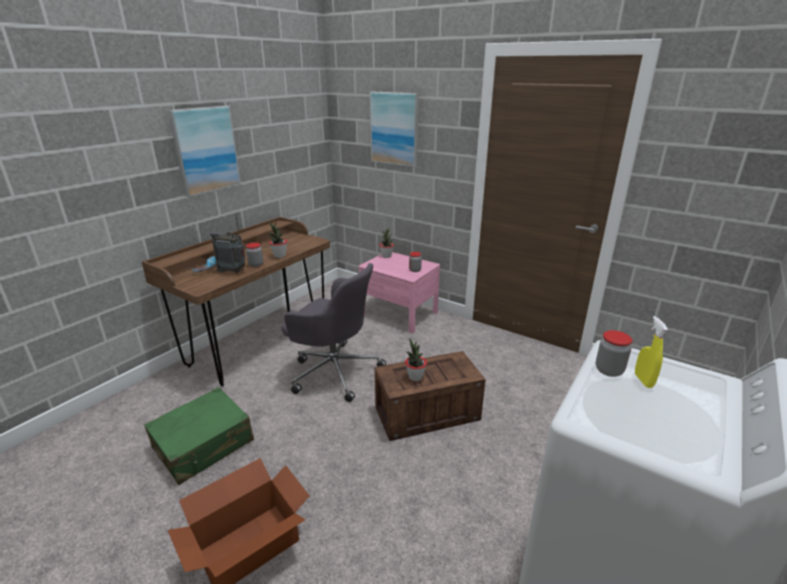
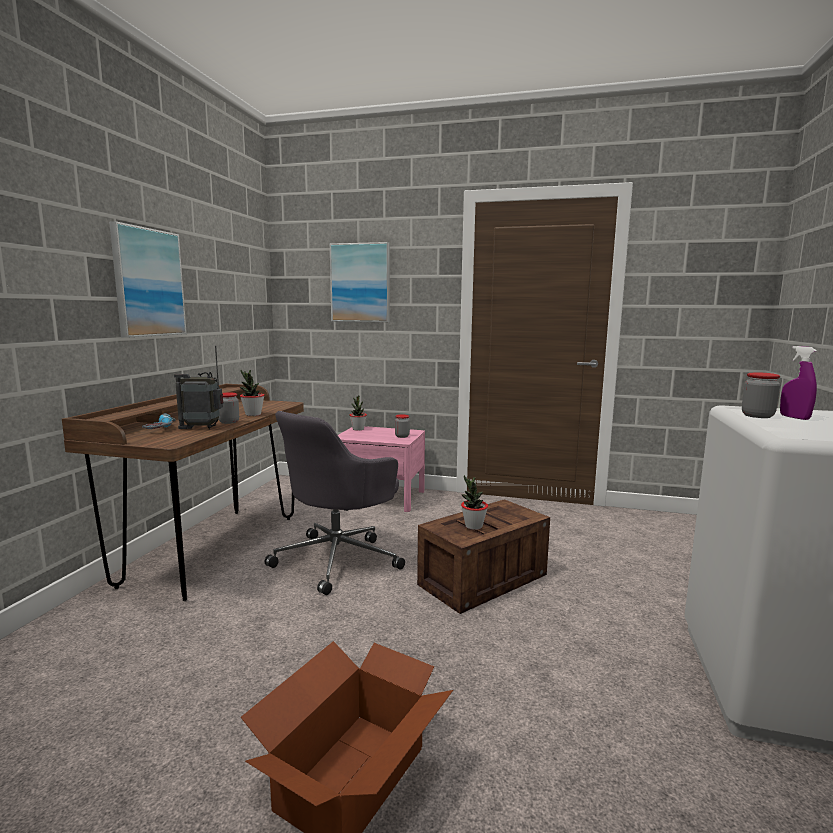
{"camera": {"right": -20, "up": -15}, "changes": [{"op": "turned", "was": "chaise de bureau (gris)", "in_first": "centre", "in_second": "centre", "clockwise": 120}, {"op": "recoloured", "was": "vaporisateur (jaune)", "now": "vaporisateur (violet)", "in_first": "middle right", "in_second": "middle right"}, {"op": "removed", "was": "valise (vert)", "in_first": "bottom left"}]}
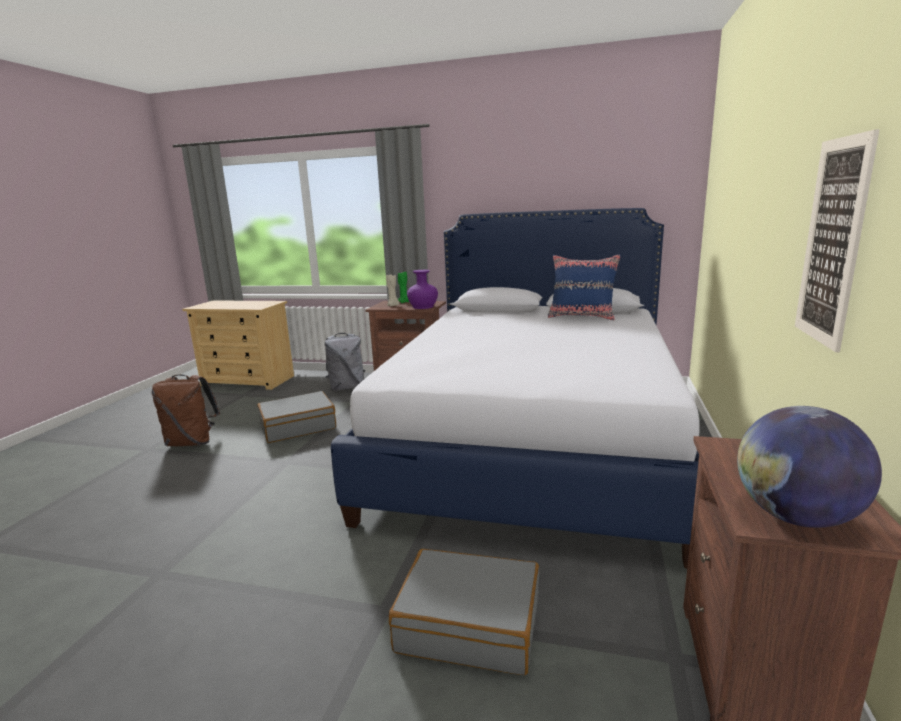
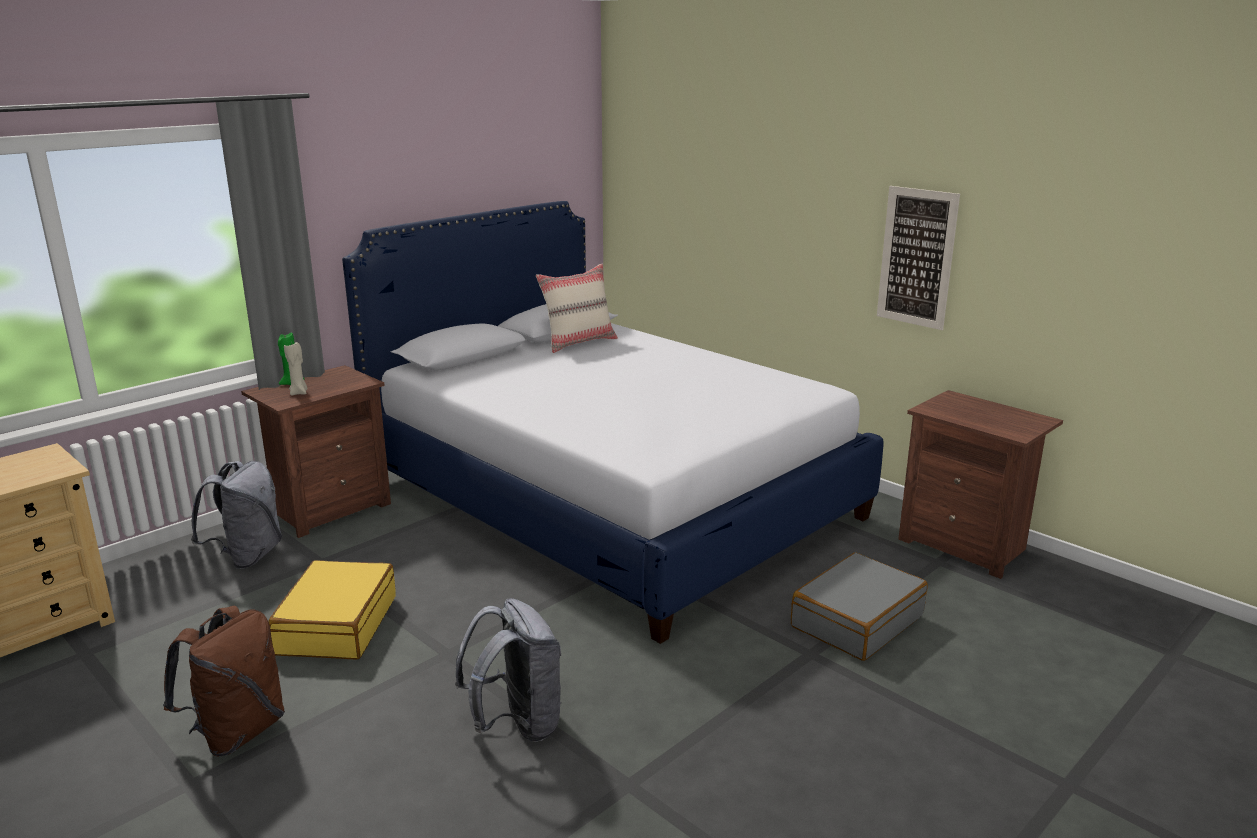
{"camera": {"right": -60, "up": 5}, "changes": [{"op": "recoloured", "was": "valise (gris) (1st from left)", "now": "valise (jaune)", "in_first": "middle left", "in_second": "bottom left"}, {"op": "added", "now": "sac à dos (gris) (2nd from left)", "in_second": "bottom centre"}, {"op": "recoloured", "was": "coussin (bleu)", "now": "coussin (beige)", "in_first": "centre", "in_second": "centre"}, {"op": "removed", "was": "vase (violet)", "in_first": "centre"}, {"op": "removed", "was": "globe", "in_first": "middle right"}]}
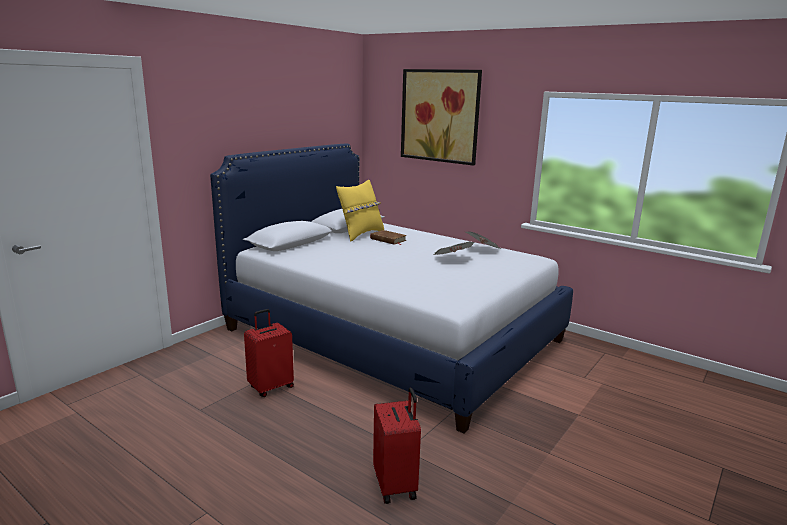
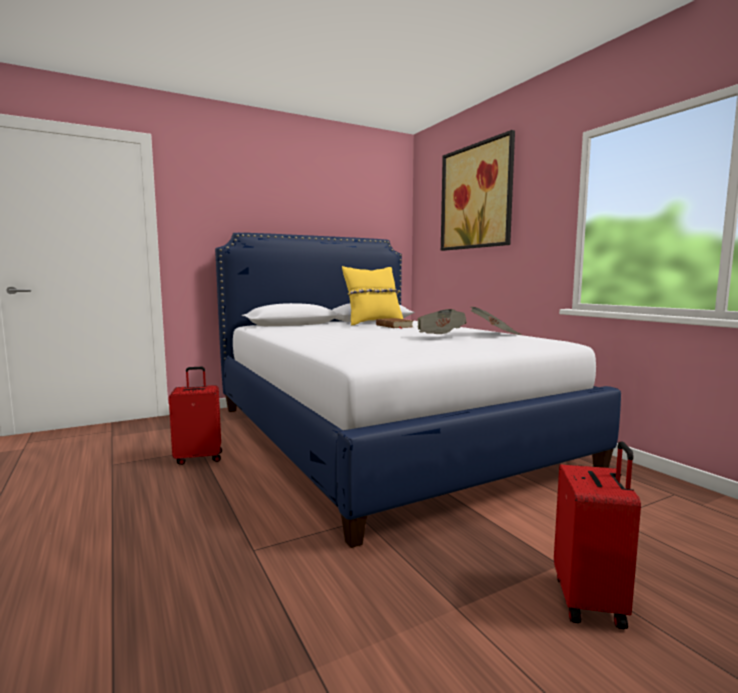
{"camera": {"right": 25, "up": -10}, "changes": [{"op": "moved", "was": "valise (rouge) (2nd from left)", "in_first": "bottom centre", "in_second": "bottom right"}]}
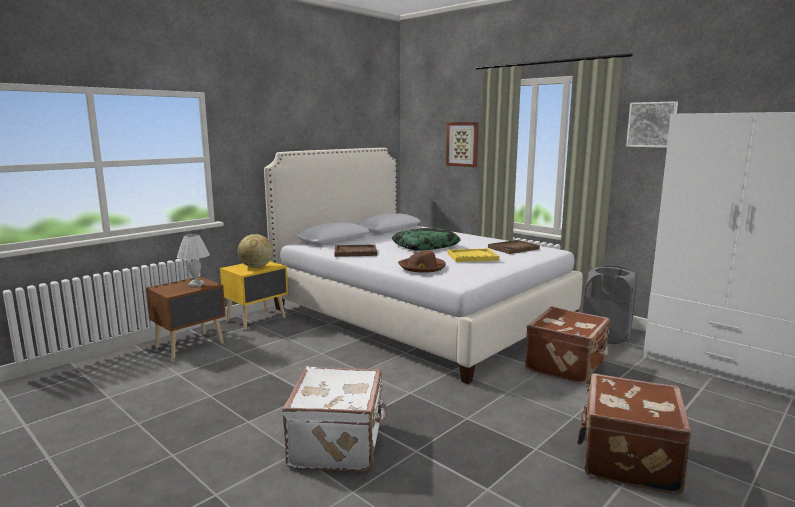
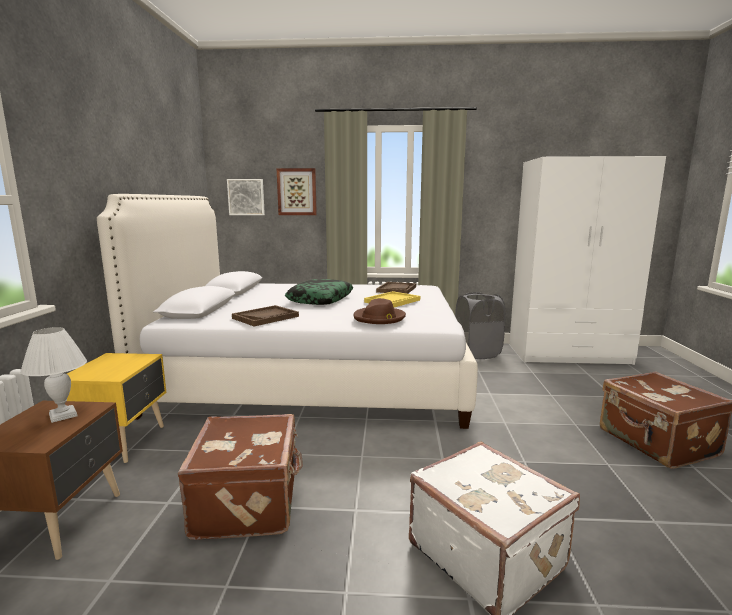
{"camera": {"right": -40, "up": 0}, "changes": [{"op": "moved", "was": "valise (marron) (1st from left)", "in_first": "bottom right", "in_second": "bottom left"}, {"op": "moved", "was": "tableau (2nd from left in the first image)", "now": "tableau (1st from left)", "in_first": "top right", "in_second": "top centre"}, {"op": "removed", "was": "globe", "in_first": "middle left"}]}
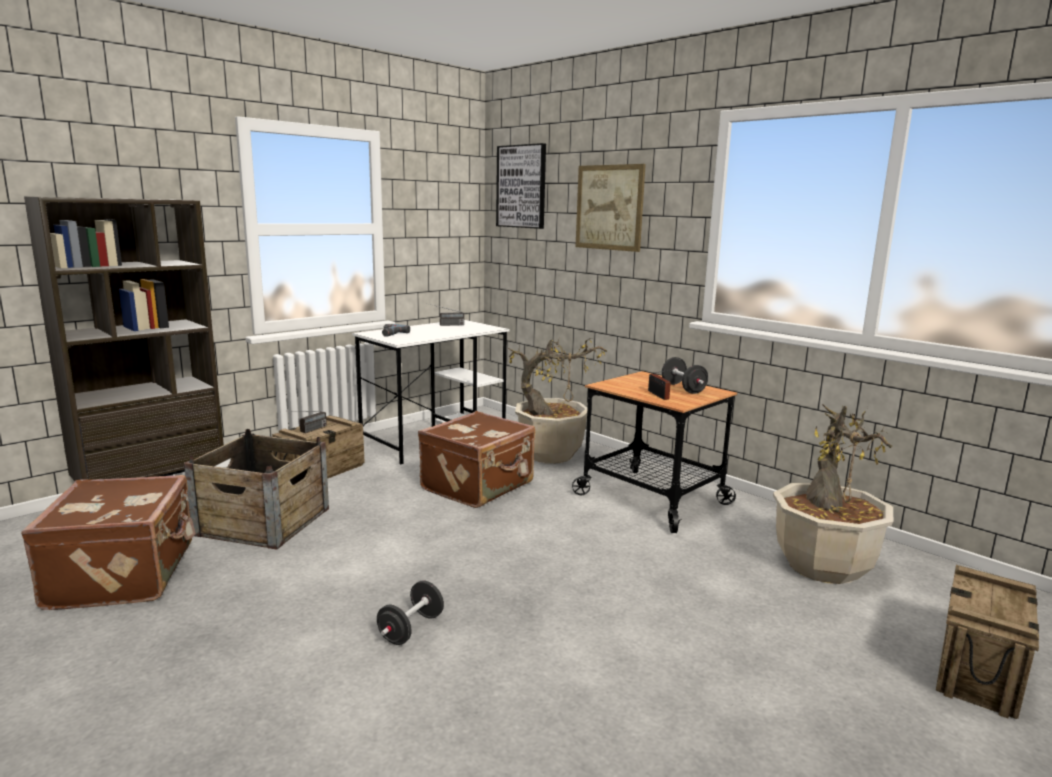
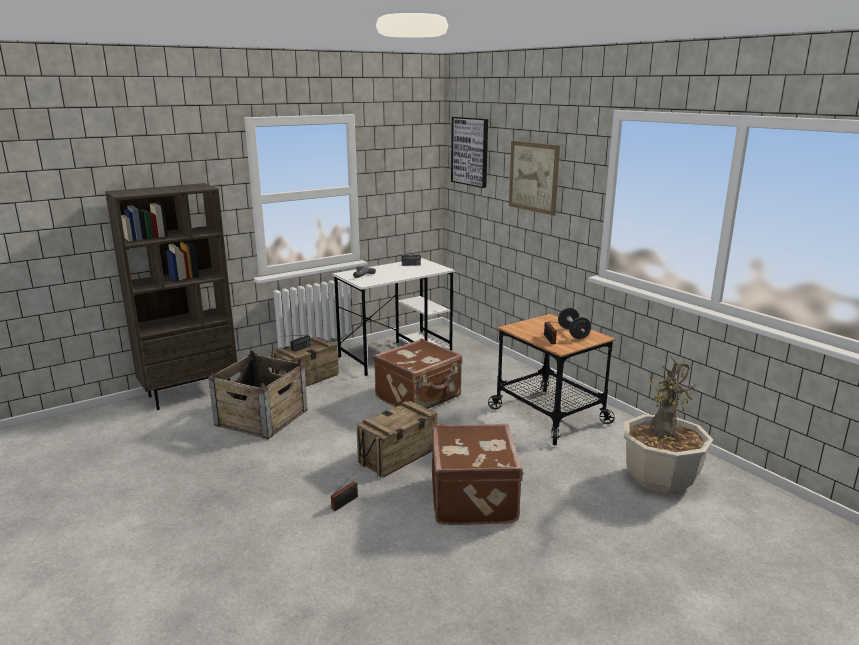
{"camera": {"right": 10, "up": 5}, "changes": [{"op": "replaced", "was": "haltère (noir) (1st from left)", "now": "radio (2nd from left)", "in_first": "bottom centre", "in_second": "bottom centre"}, {"op": "moved", "was": "caisse (3rd from left)", "in_first": "bottom right", "in_second": "bottom centre"}, {"op": "moved", "was": "valise (marron) (1st from left in the first image)", "now": "valise (marron) (2nd from left)", "in_first": "bottom left", "in_second": "bottom centre"}, {"op": "removed", "was": "plante en pot (1st from left)", "in_first": "centre"}]}
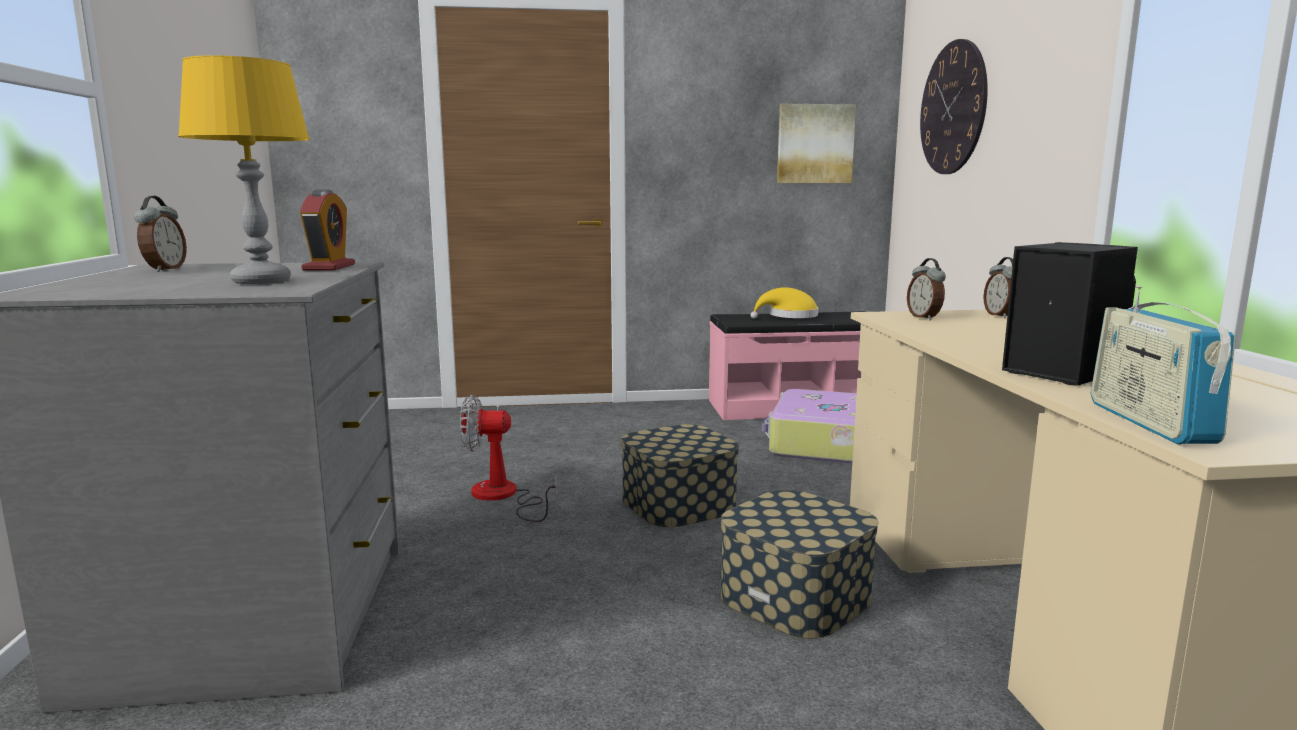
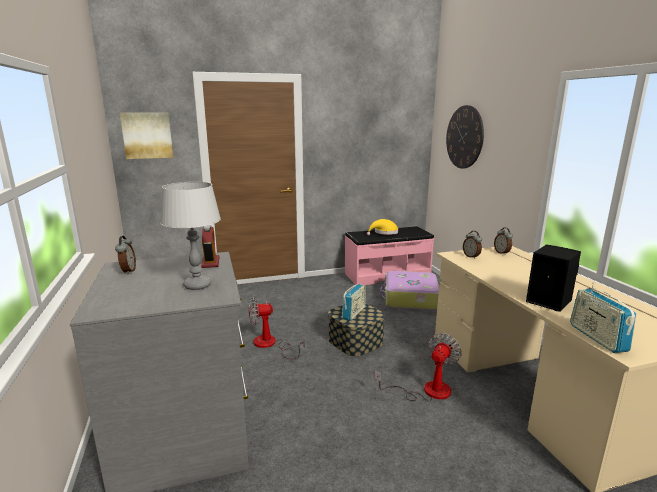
{"camera": {"right": -10, "up": 5}, "changes": [{"op": "moved", "was": "tableau", "in_first": "top centre", "in_second": "top left"}, {"op": "recoloured", "was": "lampe de table (jaune)", "now": "lampe de table (gris)", "in_first": "top left", "in_second": "middle left"}, {"op": "added", "now": "radio (1st from left)", "in_second": "centre"}, {"op": "replaced", "was": "boîte de rangement (2nd from left)", "now": "ventilateur (2nd from left)", "in_first": "bottom centre", "in_second": "bottom centre"}]}
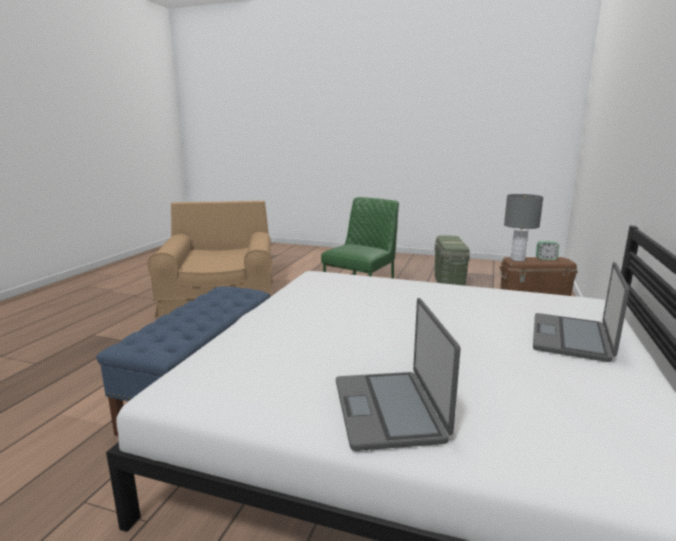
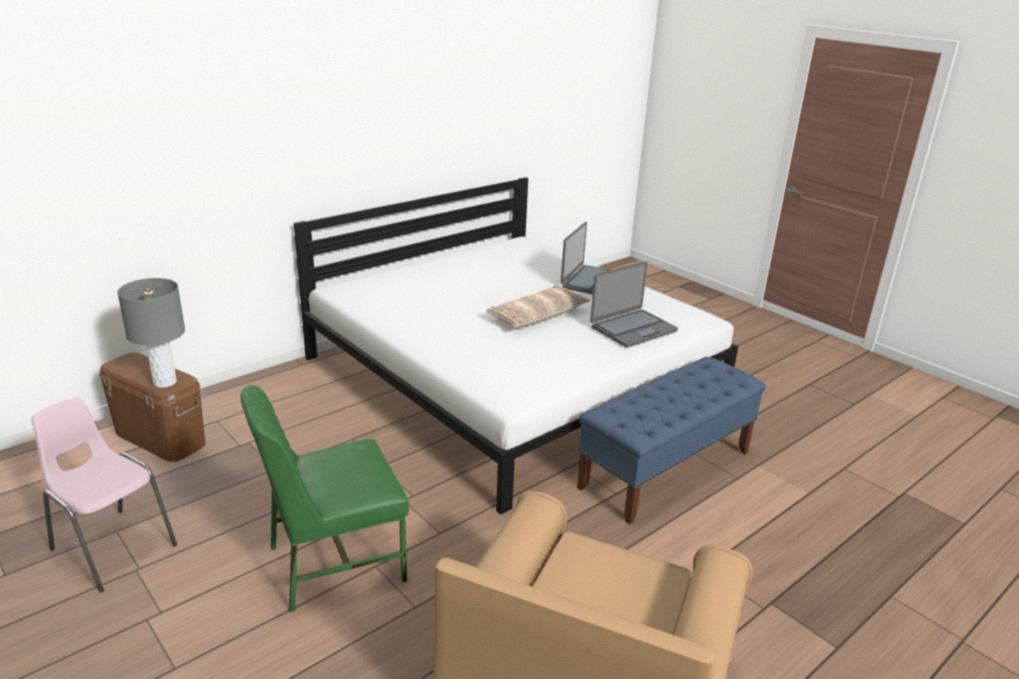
{"camera": {"right": -150, "up": 10}, "changes": [{"op": "replaced", "was": "boîte de rangement (vert)", "now": "chaise (rose)", "in_first": "middle right", "in_second": "bottom left"}, {"op": "added", "now": "coussin", "in_second": "centre"}, {"op": "moved", "was": "ordinateur portable (2nd from left)", "in_first": "middle right", "in_second": "centre"}, {"op": "removed", "was": "réveil", "in_first": "middle right"}]}
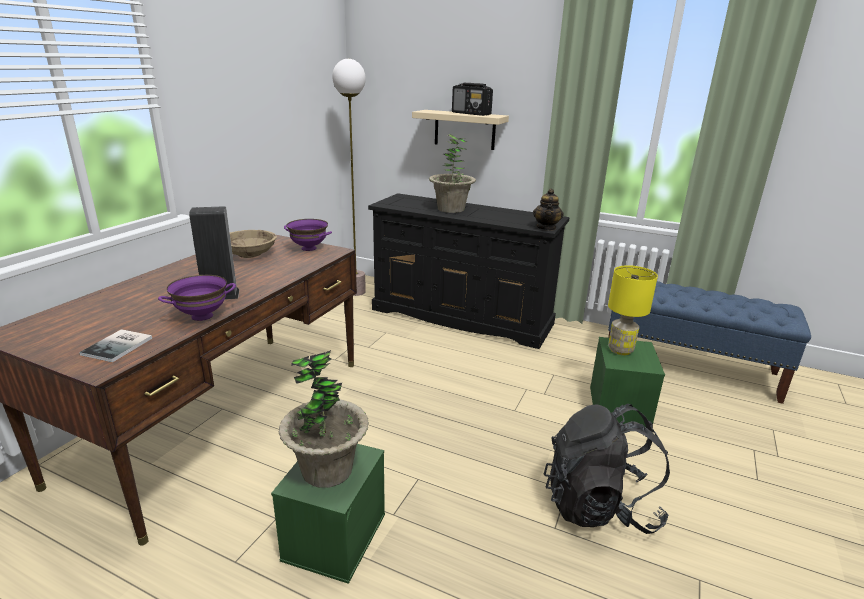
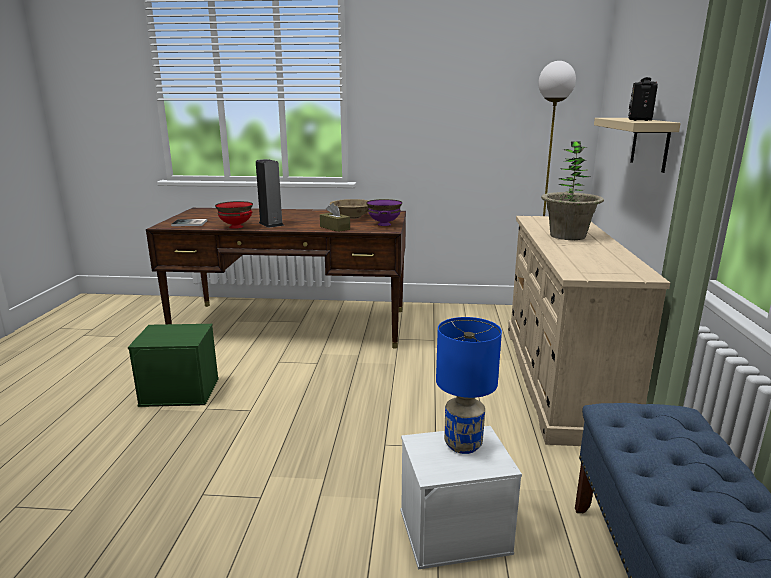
{"camera": {"right": 70, "up": -5}, "changes": [{"op": "recoloured", "was": "bol (violet) (1st from left)", "now": "bol (rouge)", "in_first": "middle left", "in_second": "middle left"}, {"op": "added", "now": "boîte à mouchoirs (marron)", "in_second": "centre"}, {"op": "recoloured", "was": "boîte de rangement (vert) (2nd from left)", "now": "boîte de rangement (blanc)", "in_first": "middle right", "in_second": "bottom centre"}, {"op": "recoloured", "was": "lampe de table (jaune)", "now": "lampe de table (bleu)", "in_first": "middle right", "in_second": "centre"}, {"op": "recoloured", "was": "commode (noir)", "now": "commode (beige)", "in_first": "centre", "in_second": "middle right"}, {"op": "removed", "was": "plante en pot (1st from left)", "in_first": "bottom centre"}, {"op": "removed", "was": "théière", "in_first": "centre"}, {"op": "removed", "was": "sac à dos (noir)", "in_first": "bottom right"}]}
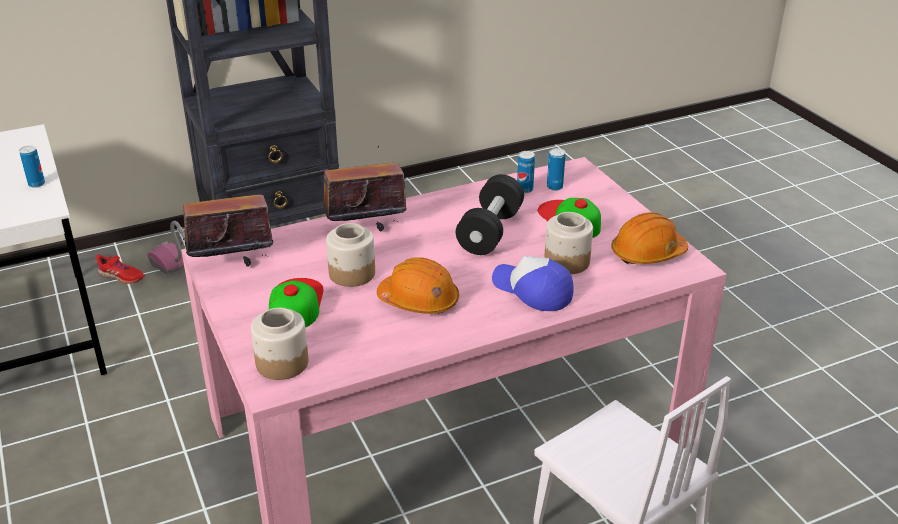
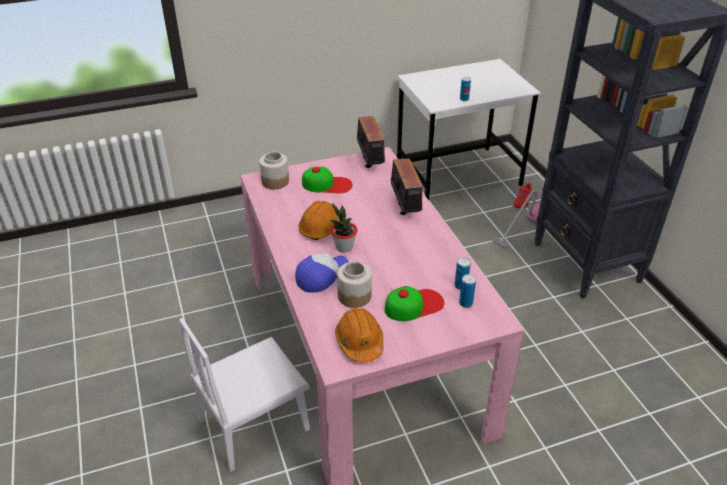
{"camera": {"right": 95, "up": 5}, "changes": [{"op": "added", "now": "plante en pot", "in_second": "centre"}, {"op": "removed", "was": "bocal (2nd from left)", "in_first": "centre"}, {"op": "removed", "was": "haltère (noir)", "in_first": "centre"}]}
